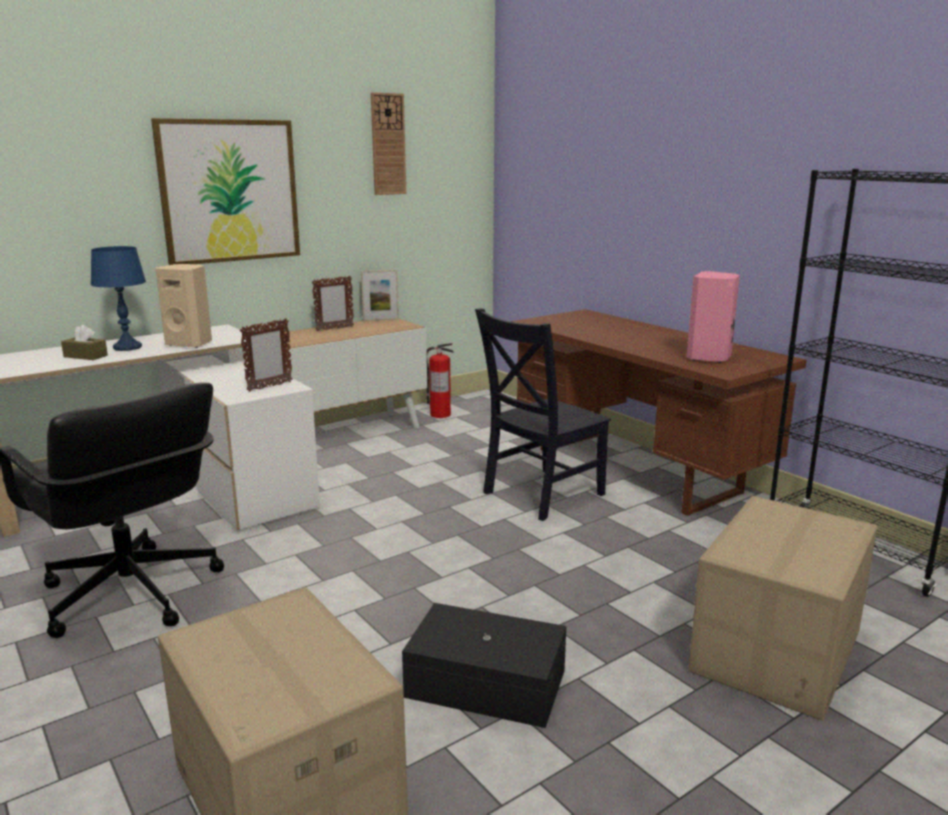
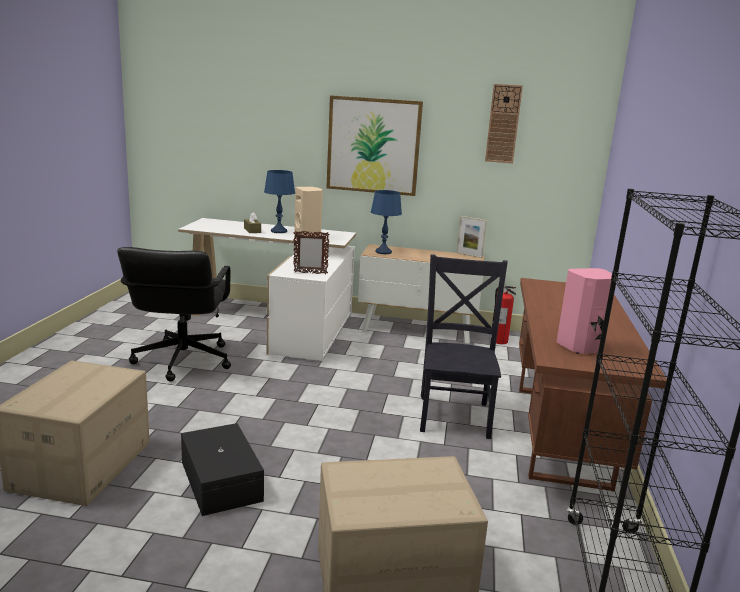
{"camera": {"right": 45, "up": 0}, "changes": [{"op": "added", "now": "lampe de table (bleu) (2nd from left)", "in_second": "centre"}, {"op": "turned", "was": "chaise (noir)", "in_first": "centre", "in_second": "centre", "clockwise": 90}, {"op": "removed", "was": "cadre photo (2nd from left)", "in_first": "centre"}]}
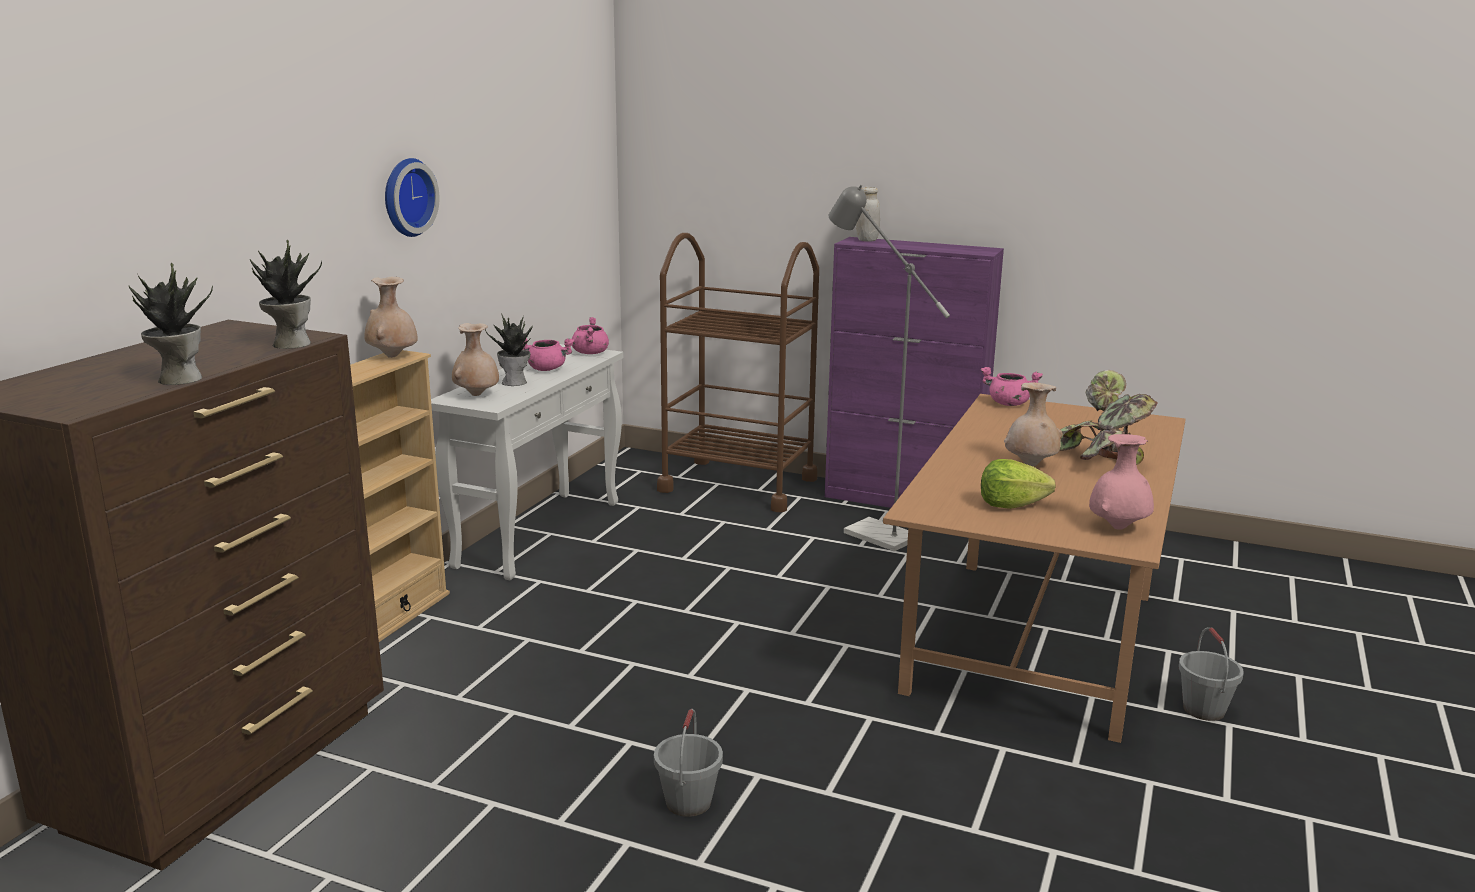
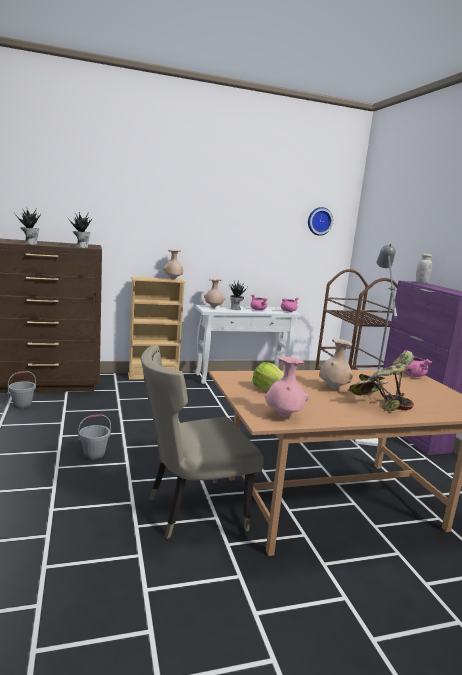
{"camera": {"right": 50, "up": -5}, "changes": [{"op": "moved", "was": "seau (gris) (2nd from left in the first image)", "now": "seau (gris) (1st from left)", "in_first": "bottom right", "in_second": "middle left"}, {"op": "added", "now": "chaise (beige)", "in_second": "centre"}, {"op": "moved", "was": "horloge murale", "in_first": "top left", "in_second": "top right"}]}
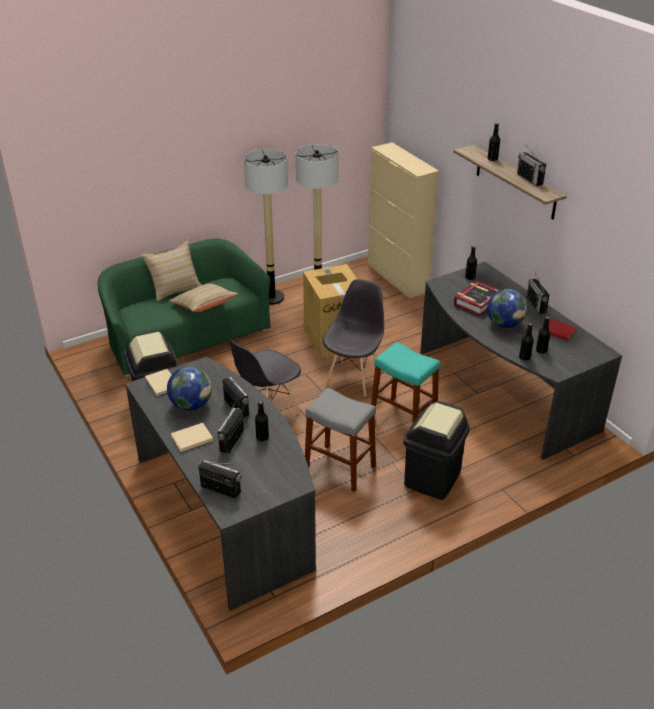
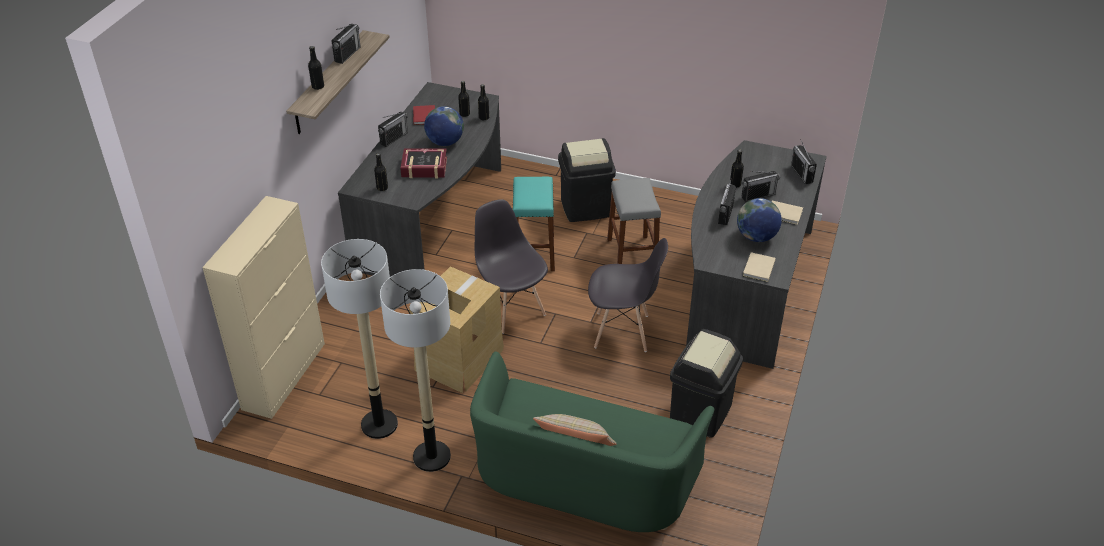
{"camera": {"right": -130, "up": 5}, "changes": [{"op": "turned", "was": "chaise (gris) (2nd from left in the first image)", "in_first": "centre", "in_second": "centre", "clockwise": 75}, {"op": "removed", "was": "coussin (beige) (2nd from left)", "in_first": "middle left"}]}
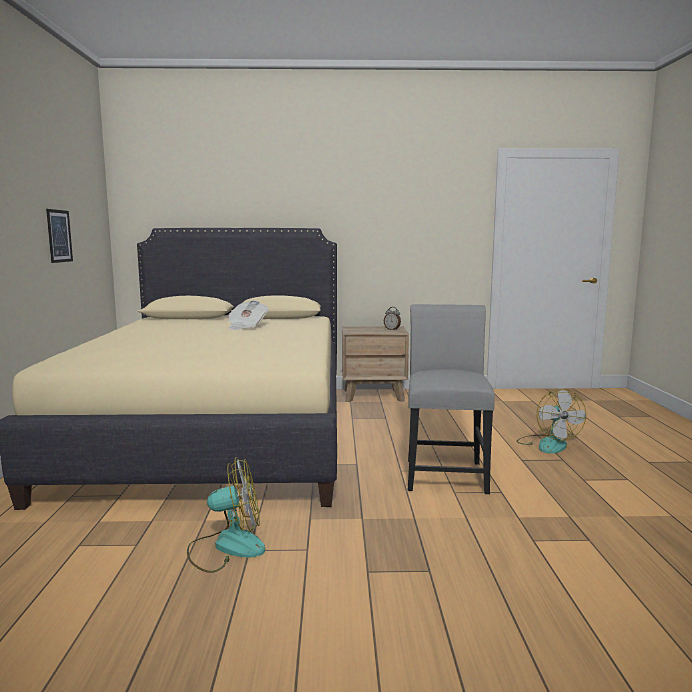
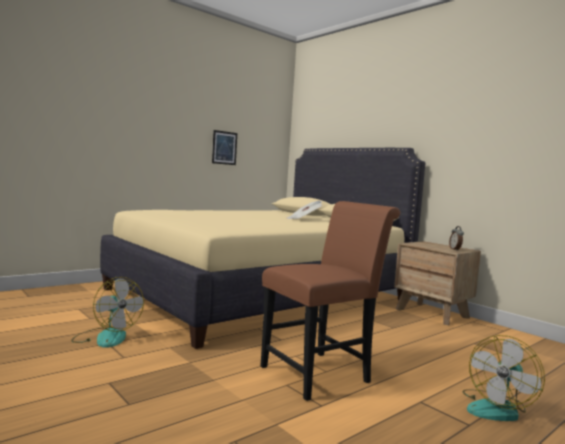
{"camera": {"right": 50, "up": -5}, "changes": [{"op": "recoloured", "was": "chaise (gris)", "now": "chaise (marron)", "in_first": "centre", "in_second": "bottom centre"}]}
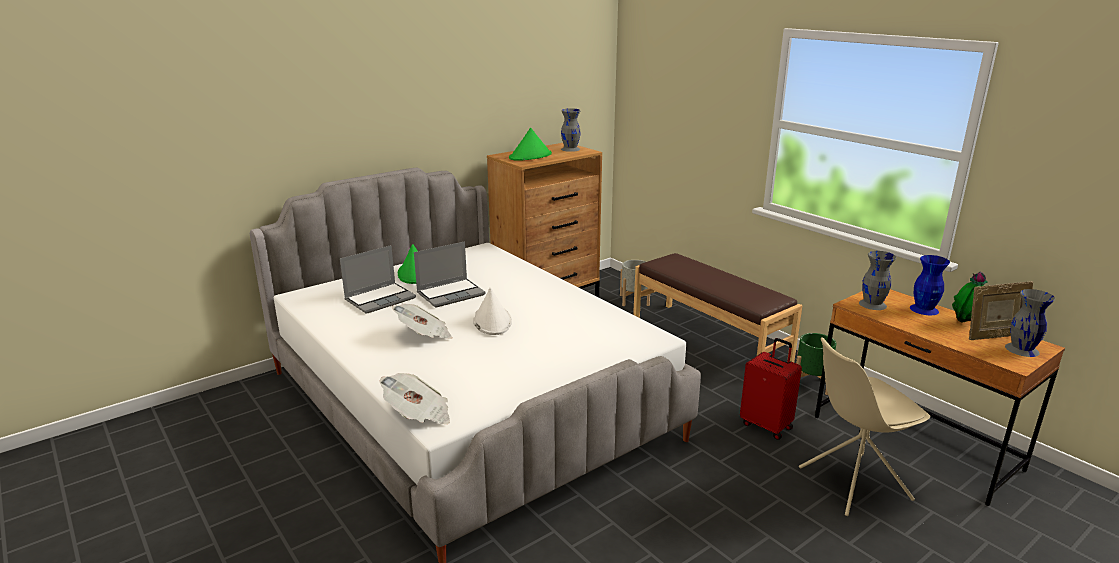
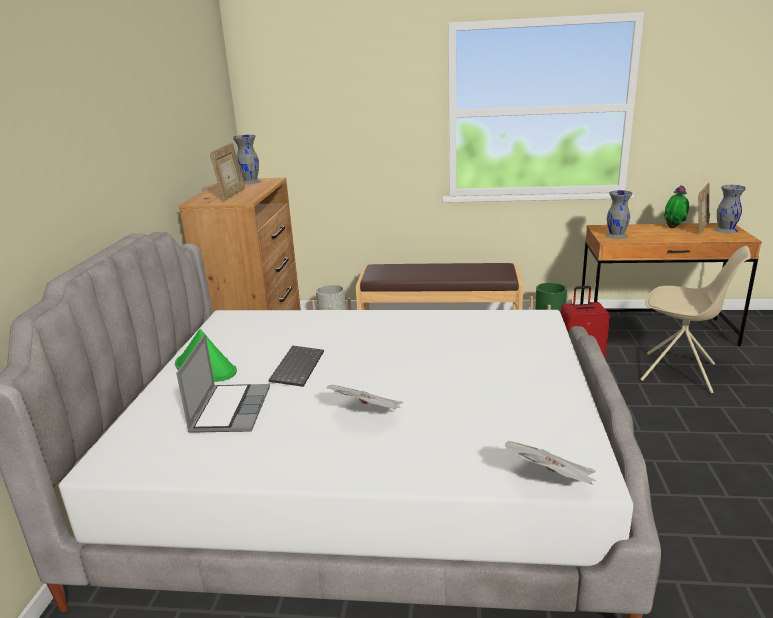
{"camera": {"right": -45, "up": 0}, "changes": [{"op": "replaced", "was": "chapeau (vert) (2nd from left)", "now": "cadre photo (1st from left)", "in_first": "top centre", "in_second": "top left"}, {"op": "replaced", "was": "ordinateur portable (2nd from left)", "now": "clavier", "in_first": "centre", "in_second": "centre"}, {"op": "turned", "was": "chaise (beige)", "in_first": "bottom right", "in_second": "middle right", "clockwise": -90}, {"op": "removed", "was": "chapeau (blanc)", "in_first": "centre"}, {"op": "removed", "was": "vase (bleu)", "in_first": "middle right"}]}
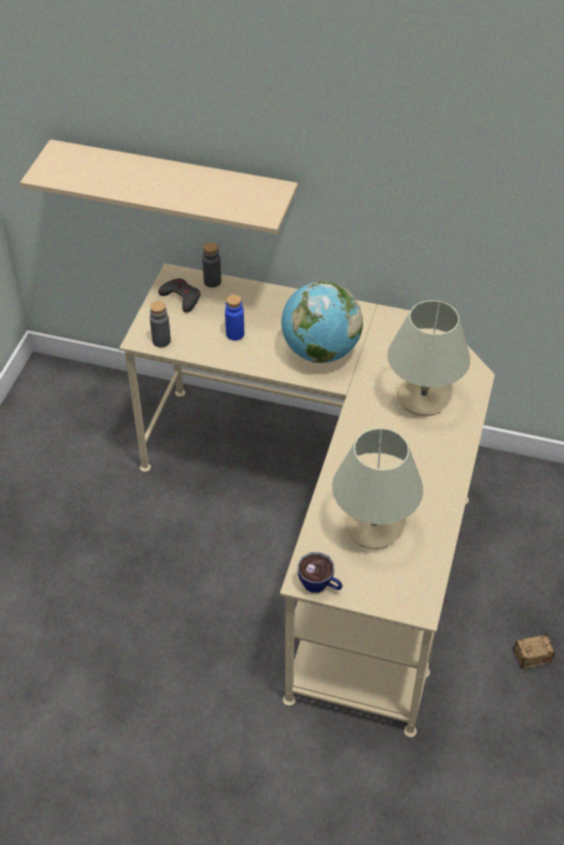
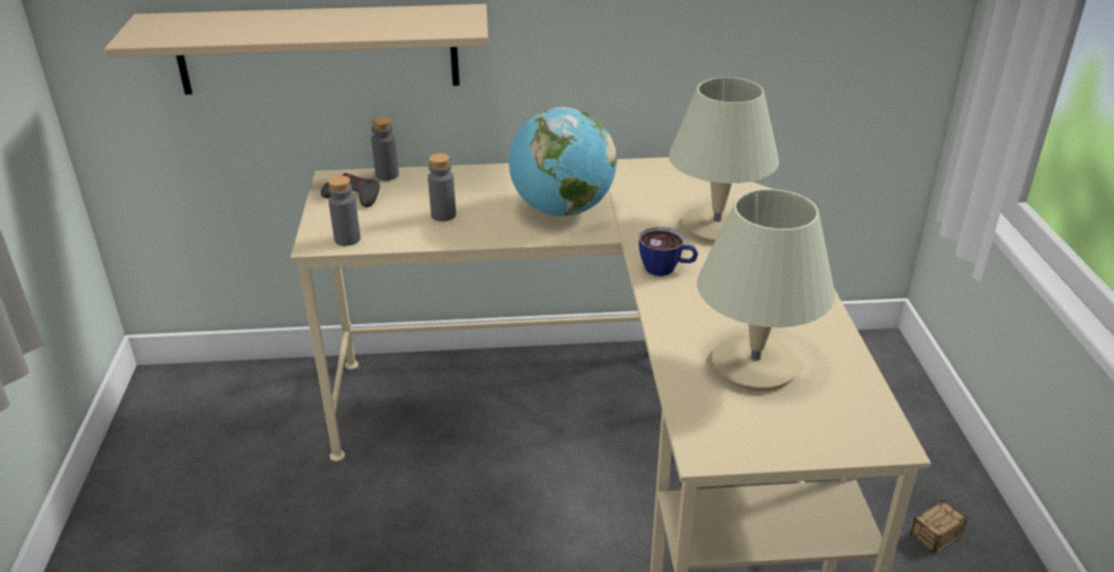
{"camera": {"right": -20, "up": -15}, "changes": [{"op": "recoloured", "was": "bouteille (bleu)", "now": "bouteille (gris) (3rd from left)", "in_first": "centre", "in_second": "top centre"}, {"op": "moved", "was": "tasse", "in_first": "bottom centre", "in_second": "centre"}]}
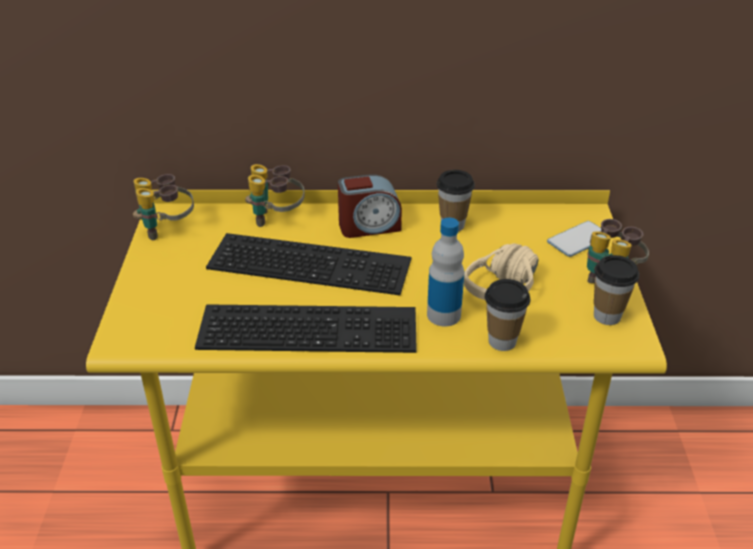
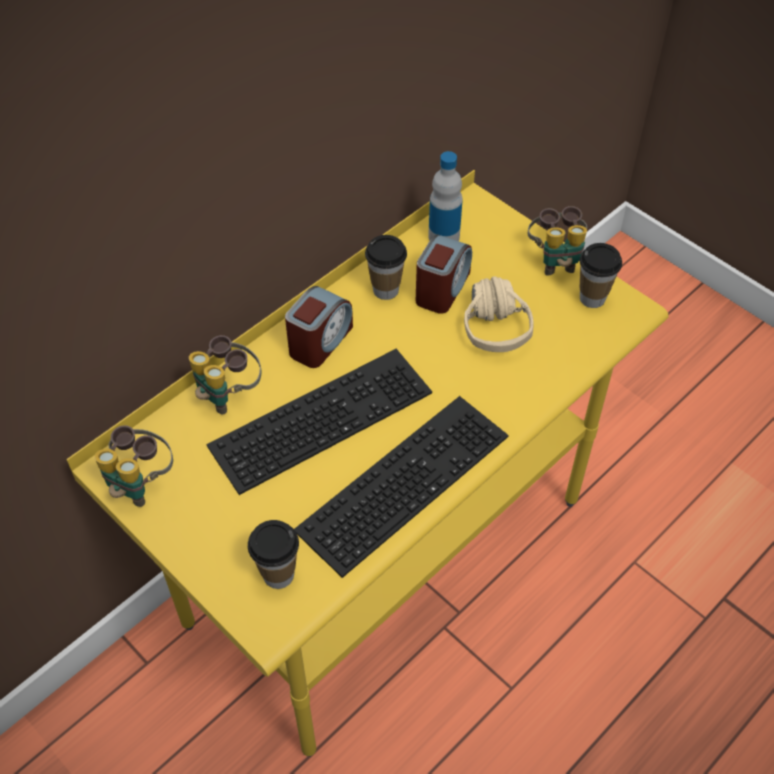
{"camera": {"right": -45, "up": 15}, "changes": [{"op": "moved", "was": "tasse (2nd from left in the first image)", "now": "tasse (1st from left)", "in_first": "middle right", "in_second": "bottom centre"}, {"op": "added", "now": "réveil (2nd from left)", "in_second": "centre"}, {"op": "moved", "was": "bouteille", "in_first": "centre", "in_second": "top centre"}, {"op": "removed", "was": "téléphone", "in_first": "middle right"}]}
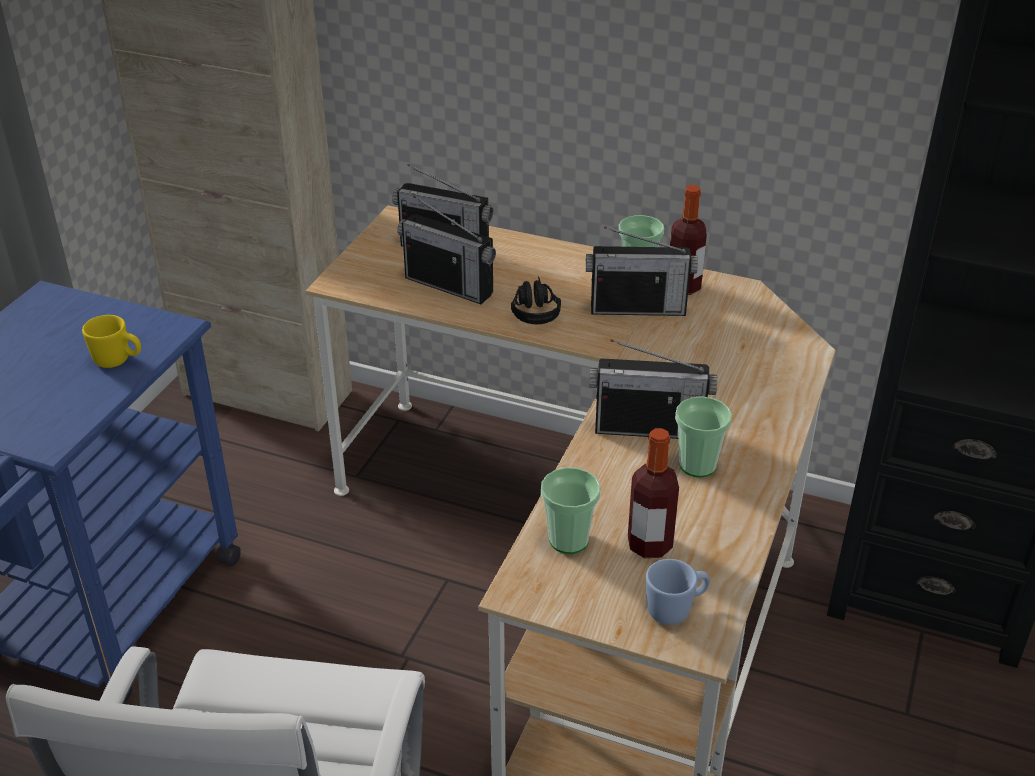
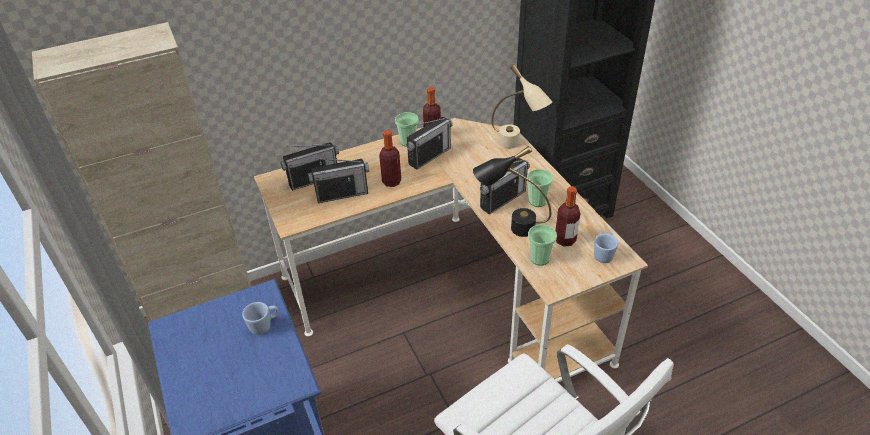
{"camera": {"right": -45, "up": 5}, "changes": [{"op": "recoloured", "was": "mug (jaune)", "now": "mug (bleu) (1st from left)", "in_first": "middle left", "in_second": "bottom left"}, {"op": "replaced", "was": "casque audio (noir)", "now": "bouteille (1st from left)", "in_first": "centre", "in_second": "centre"}, {"op": "added", "now": "lampe de table (noir)", "in_second": "centre"}, {"op": "added", "now": "lampe de table (beige)", "in_second": "top centre"}]}
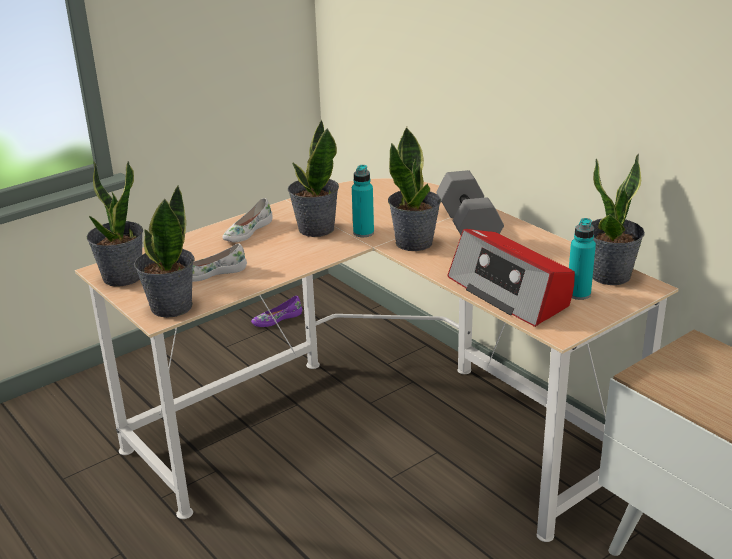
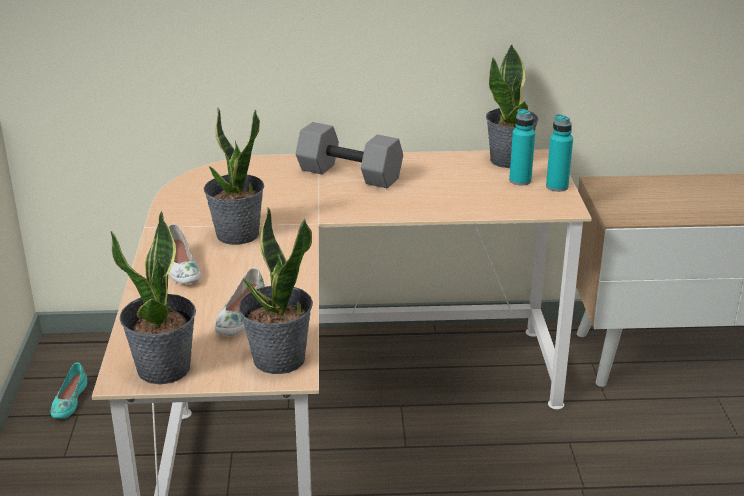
{"camera": {"right": -55, "up": 0}, "changes": [{"op": "recoloured", "was": "chaussure (violet)", "now": "chaussure (turquoise)", "in_first": "centre", "in_second": "bottom left"}, {"op": "moved", "was": "bouteille (turquoise) (1st from left in the first image)", "now": "bouteille (turquoise) (2nd from left)", "in_first": "centre", "in_second": "top right"}, {"op": "removed", "was": "plante en pot (4th from left)", "in_first": "centre"}, {"op": "removed", "was": "radio", "in_first": "middle right"}]}
